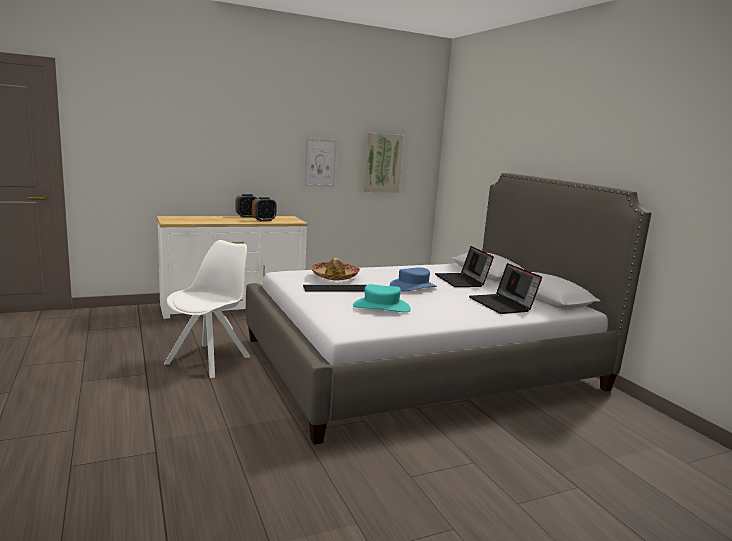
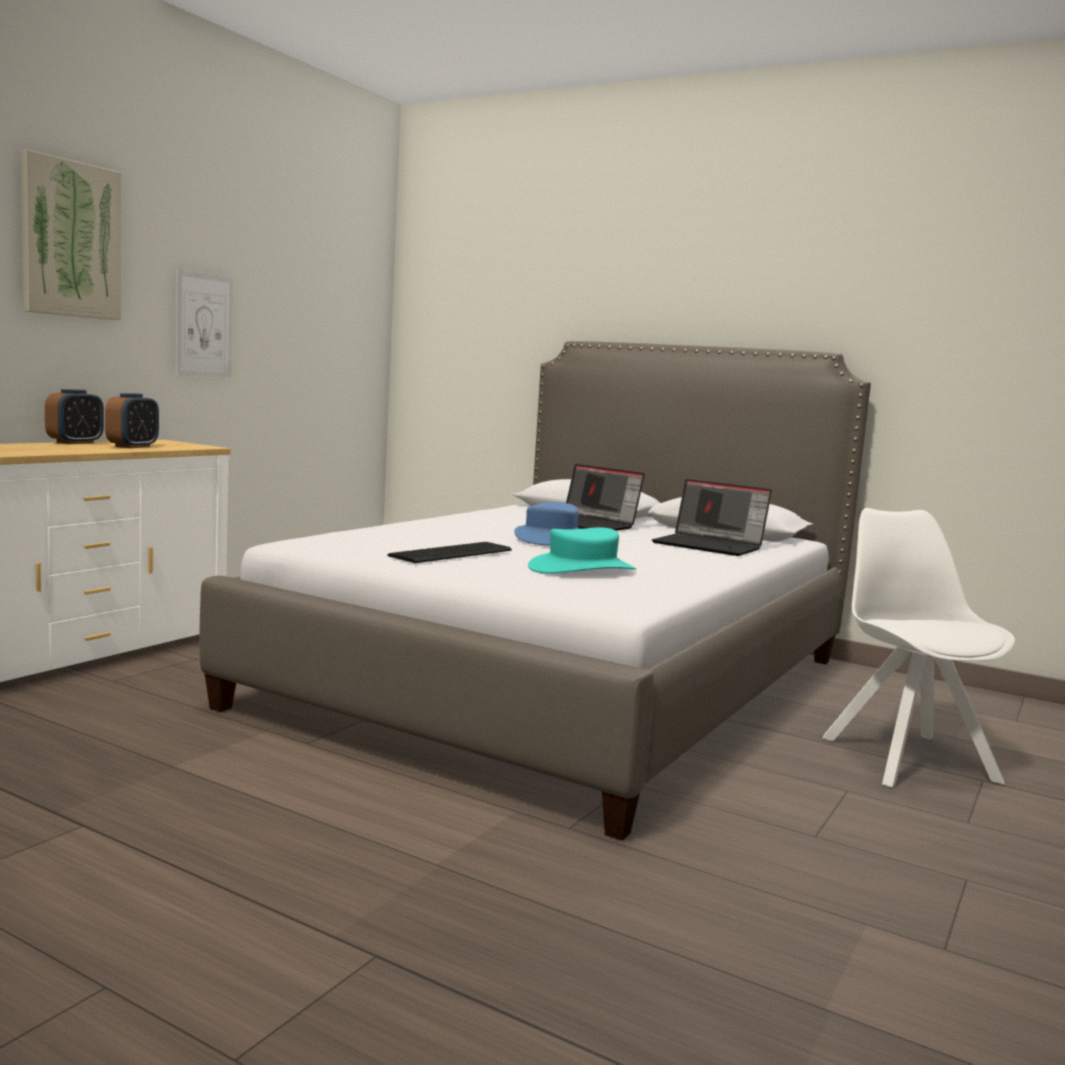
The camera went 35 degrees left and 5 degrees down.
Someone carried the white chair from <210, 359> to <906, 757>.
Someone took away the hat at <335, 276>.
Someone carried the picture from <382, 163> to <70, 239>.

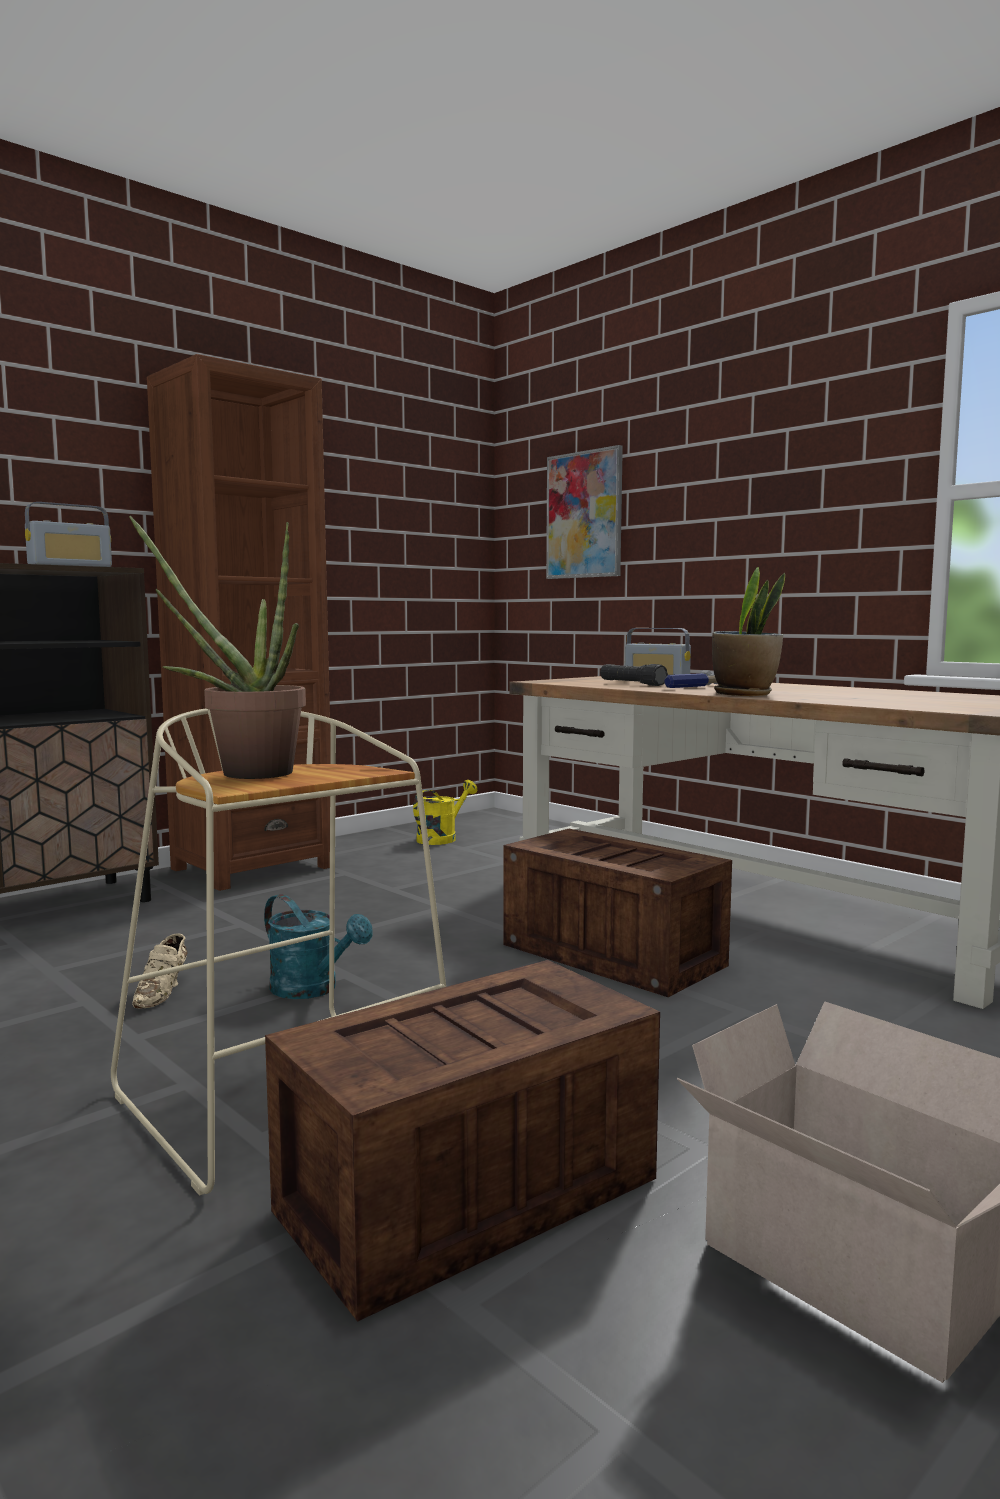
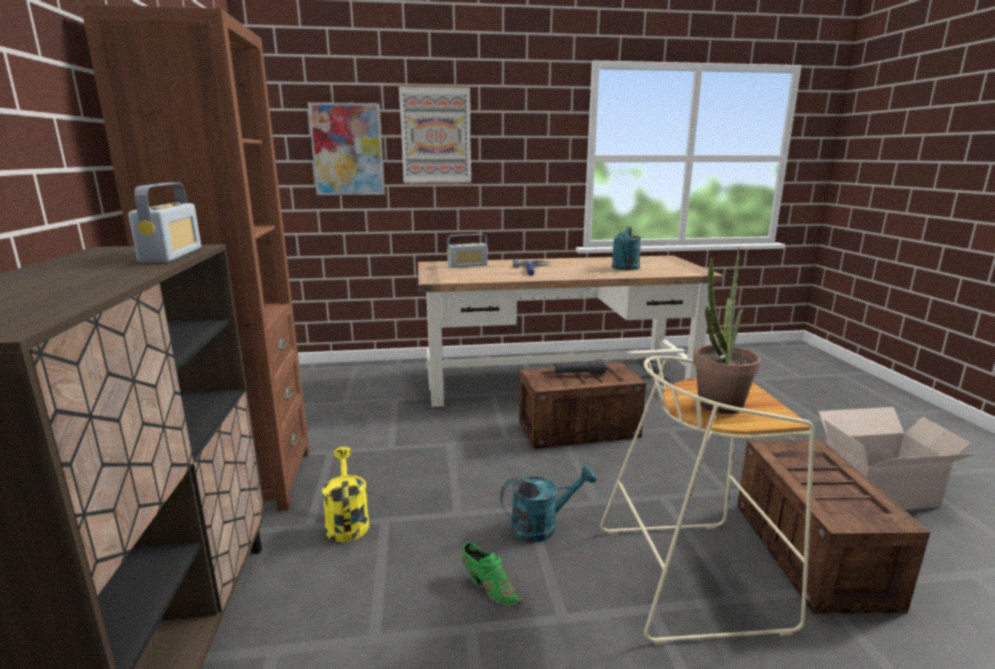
The camera went 55 degrees left and 10 degrees up.
Someone repainted the beige shoe at <162, 992>, which became the green shoe at <489, 587>.
Someone carried the yellow watering can from <441, 838> to <347, 521>.
Someone carried the black flashlight from <632, 684> to <579, 374>.
Someone took away the potted plant at <744, 694>.
Someone put up the picture at <436, 135>.
Someone put down the turquoise watering can at <625, 268>.

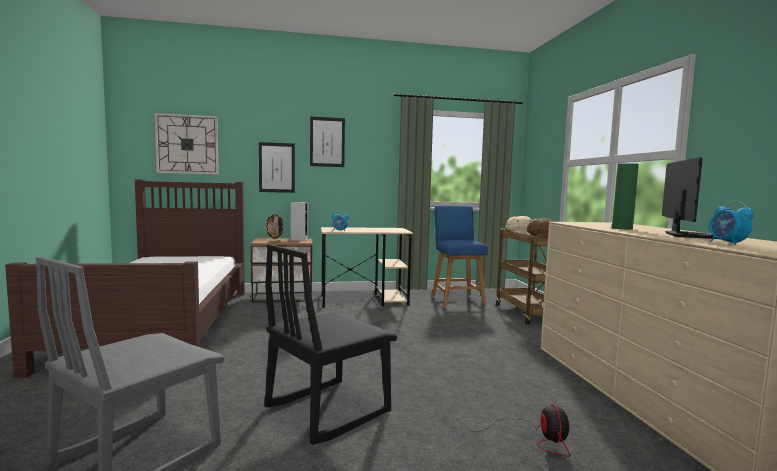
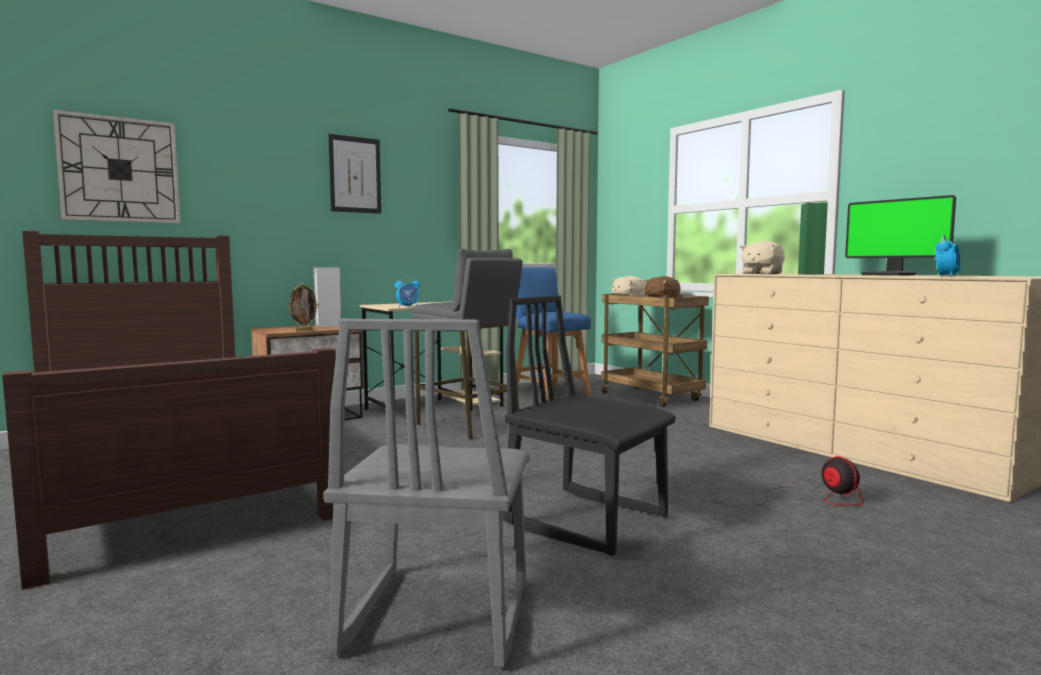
The camera went 25 degrees left and 0 degrees up.
Someone took away the picture at <277, 167>.
Someone rotated the black chair at <327, 409> by 105 degrees clockwise.
Someone rotated the monitor at <687, 236> by 150 degrees clockwise.
Someone rotated the alarm clock at <728, 243> by 105 degrees counterclockwise.
Someone put down the grey stool at <468, 425>.
Someone put down the beige plush toy at <762, 273>.

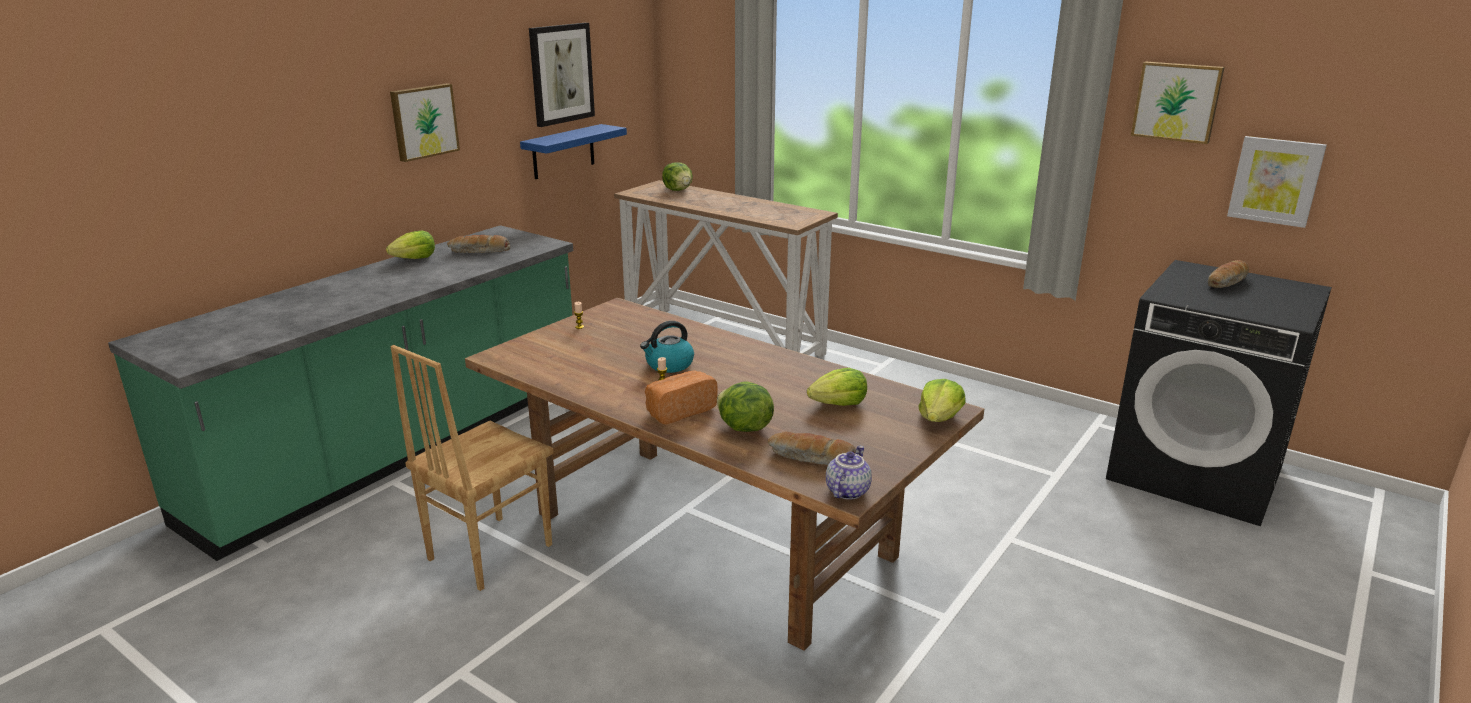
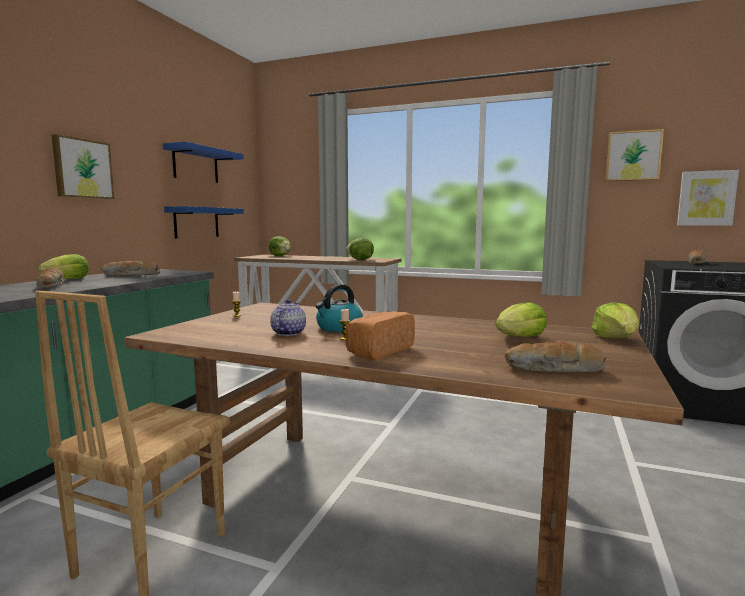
The camera went 15 degrees left and 15 degrees down.
Someone swapped the picture at <561, 74> for the blue shelf at <195, 165>.
Someone carried the lettuce from <743, 428> to <360, 260>.
Someone carried the teapot from <846, 491> to <288, 333>.
Someone put down the bread at <52, 286>.

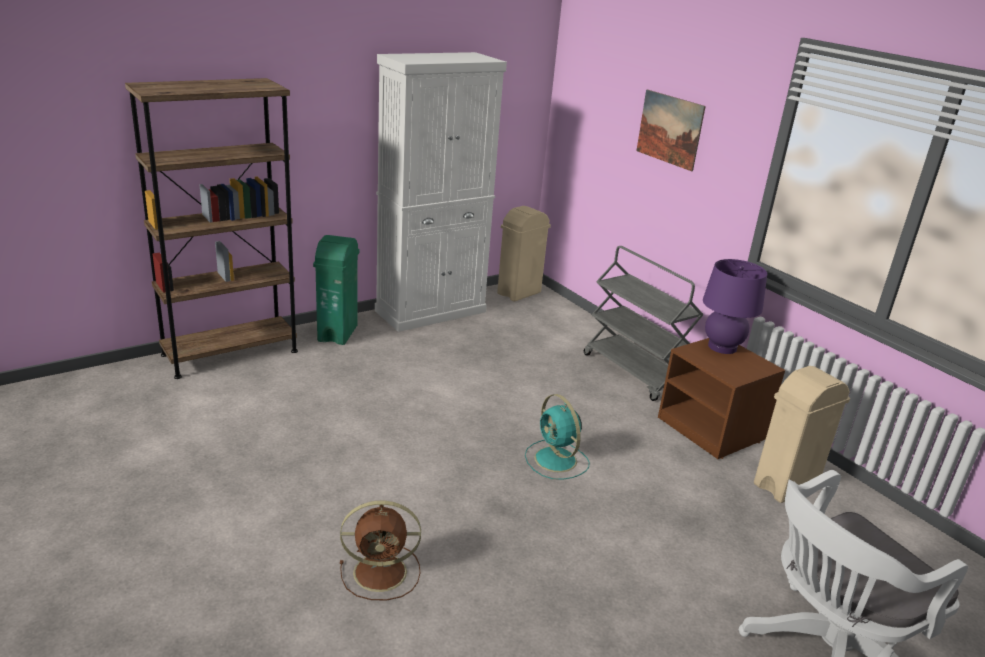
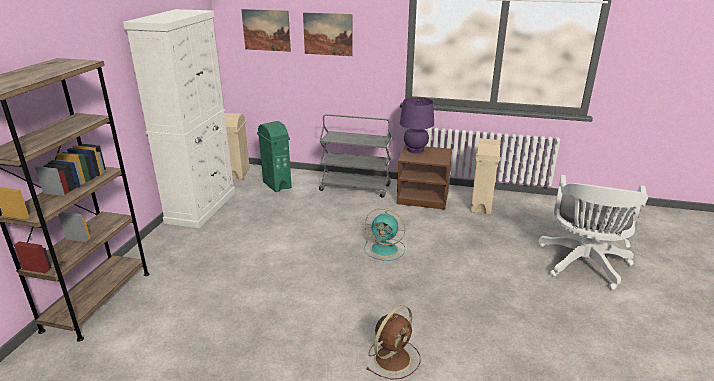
The camera went 40 degrees left and 0 degrees up.
Someone carried the green trash can from <338, 333> to <277, 185>.
Someone put up the picture at <266, 30>.

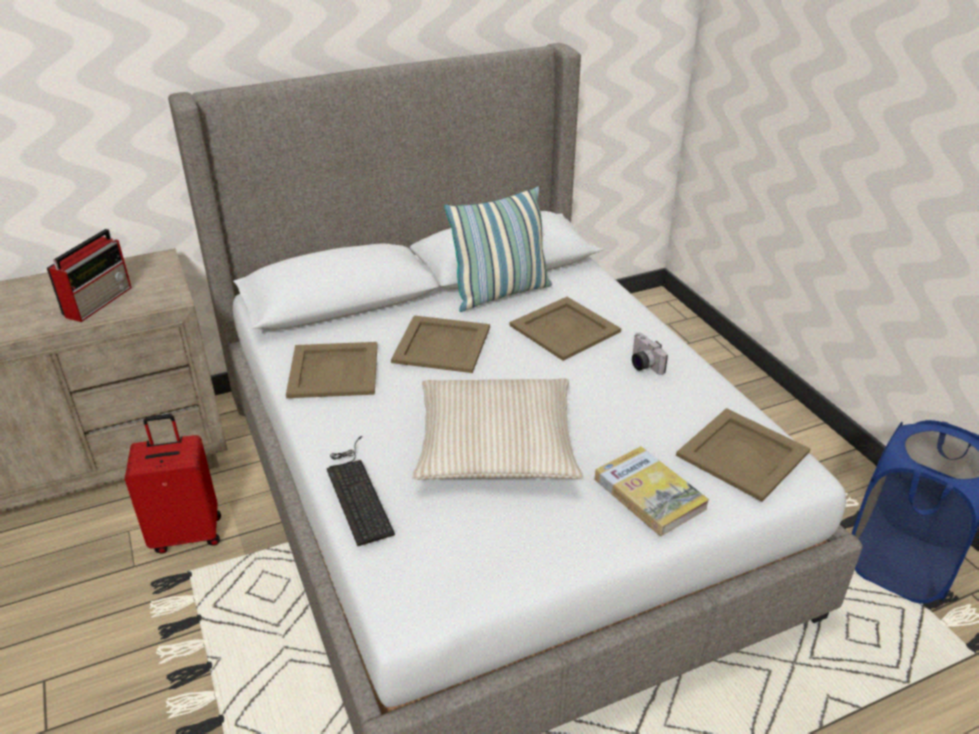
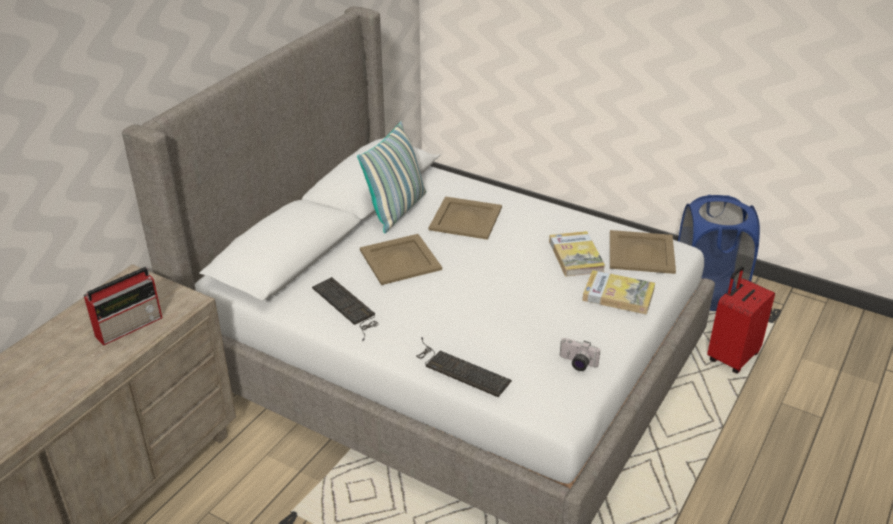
The camera went 35 degrees left and 0 degrees up.
Someone rotated the radio at <99, 301> by 60 degrees clockwise.
Someone carried the red suitcase from <187, 533> to <731, 357>.
Someone swapped the beige tray at <332, 371> for the keyboard at <347, 307>.
Someone took away the beige pillow at <496, 445>.
Someone carried the photo camera from <642, 364> to <576, 363>.
Someone put down the book at <576, 256>.

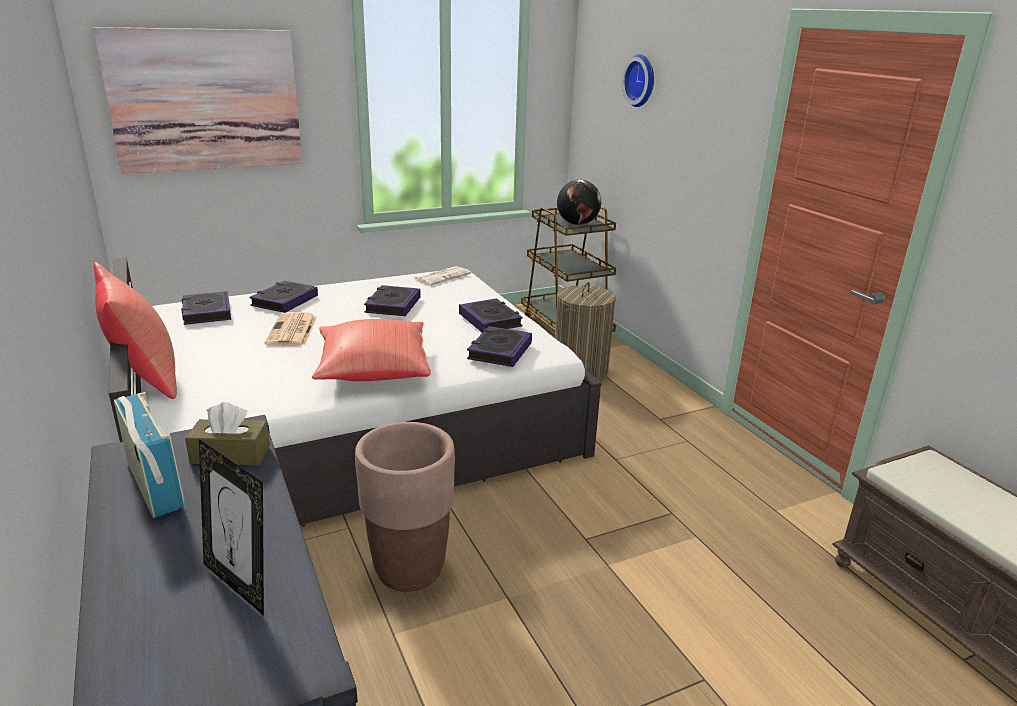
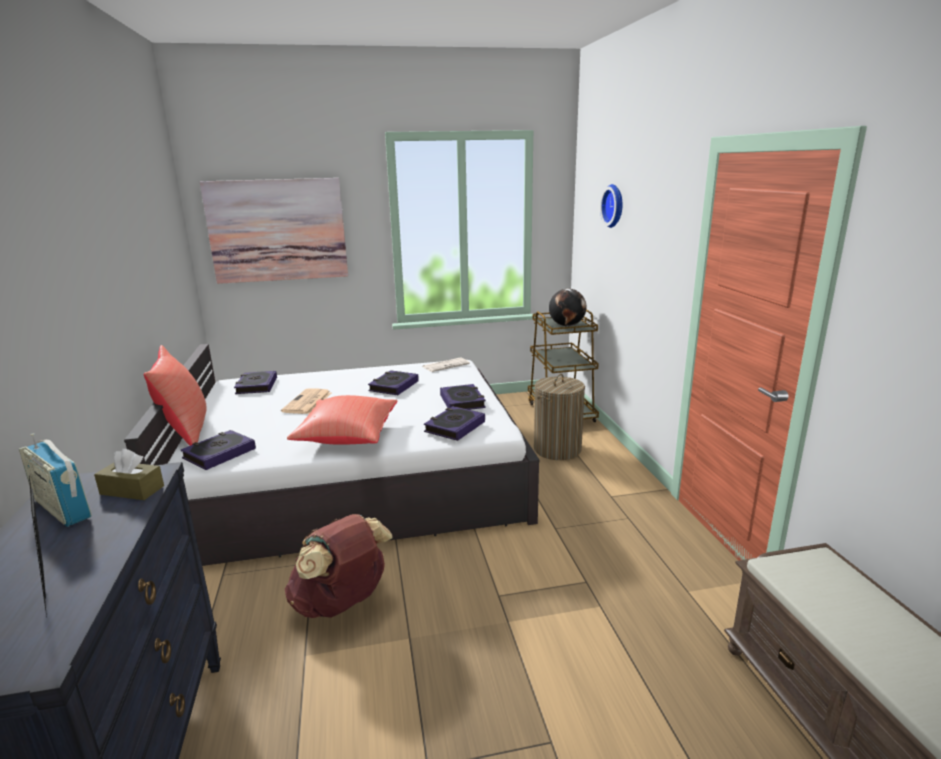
The camera went 15 degrees right and 5 degrees down.
Someone rotated the radio at <154, 486> by 150 degrees clockwise.
Someone carried the book from <284, 301> to <219, 454>.
Someone swapped the brown planter at <409, 570> for the brown backpack at <342, 603>.

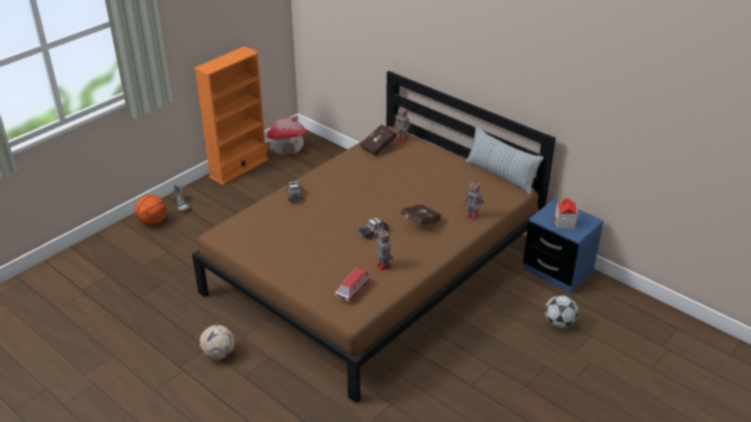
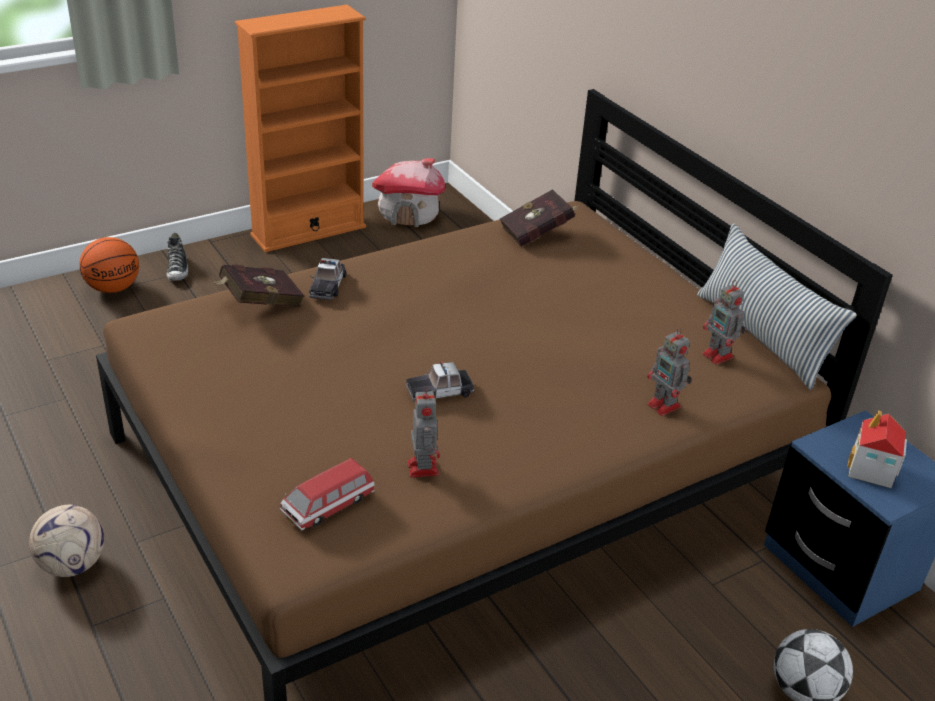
The camera went 15 degrees right and 0 degrees up.
Someone carried the toy robot from <402, 138> to <719, 356>.
Someone carried the red book from <419, 223> to <259, 303>.

